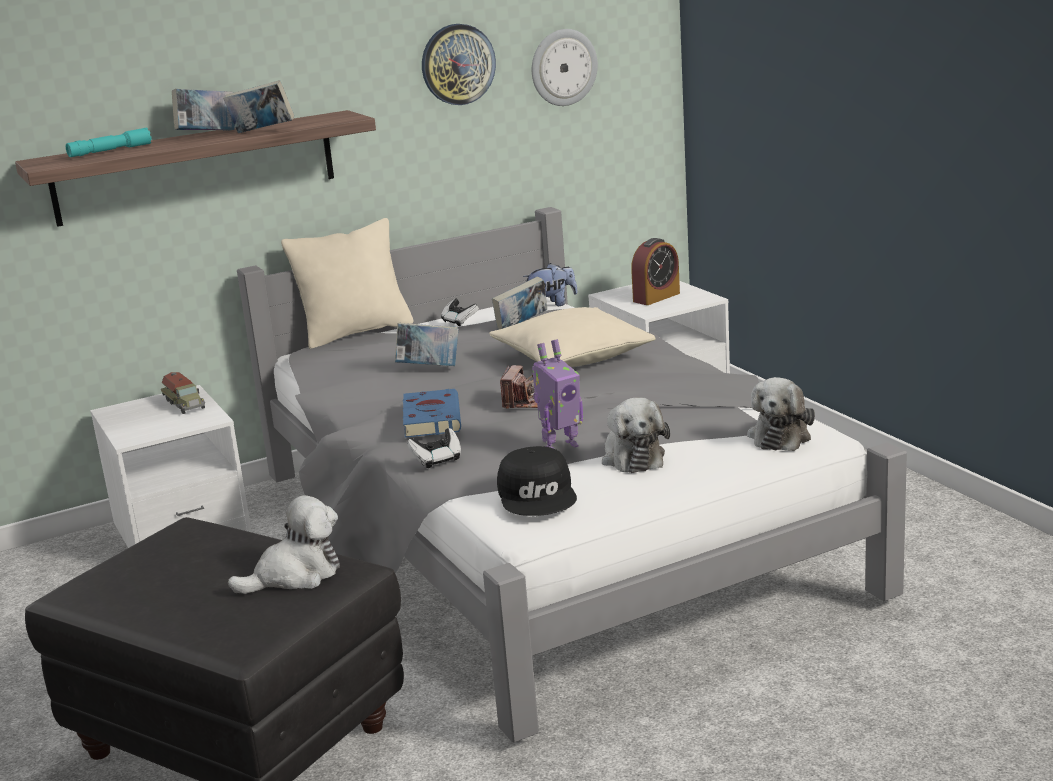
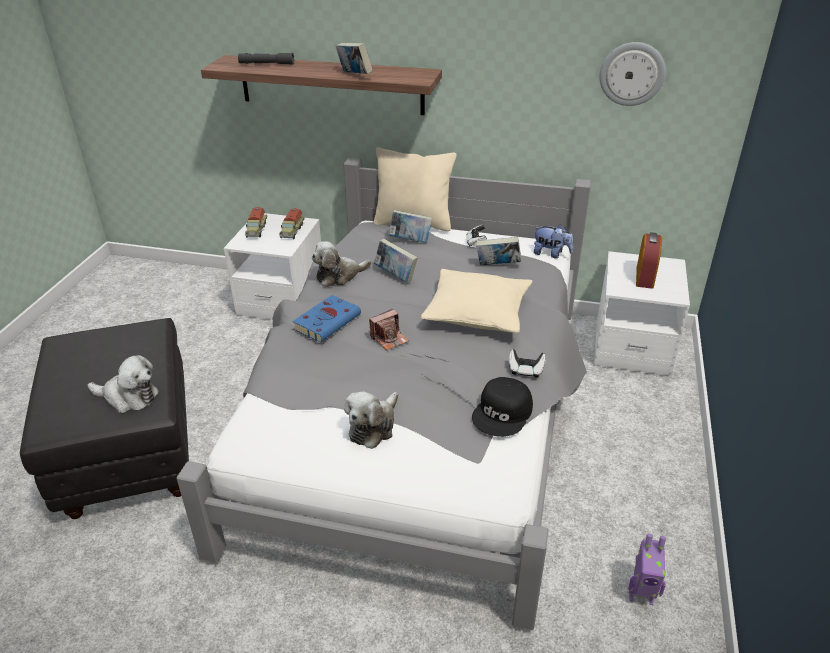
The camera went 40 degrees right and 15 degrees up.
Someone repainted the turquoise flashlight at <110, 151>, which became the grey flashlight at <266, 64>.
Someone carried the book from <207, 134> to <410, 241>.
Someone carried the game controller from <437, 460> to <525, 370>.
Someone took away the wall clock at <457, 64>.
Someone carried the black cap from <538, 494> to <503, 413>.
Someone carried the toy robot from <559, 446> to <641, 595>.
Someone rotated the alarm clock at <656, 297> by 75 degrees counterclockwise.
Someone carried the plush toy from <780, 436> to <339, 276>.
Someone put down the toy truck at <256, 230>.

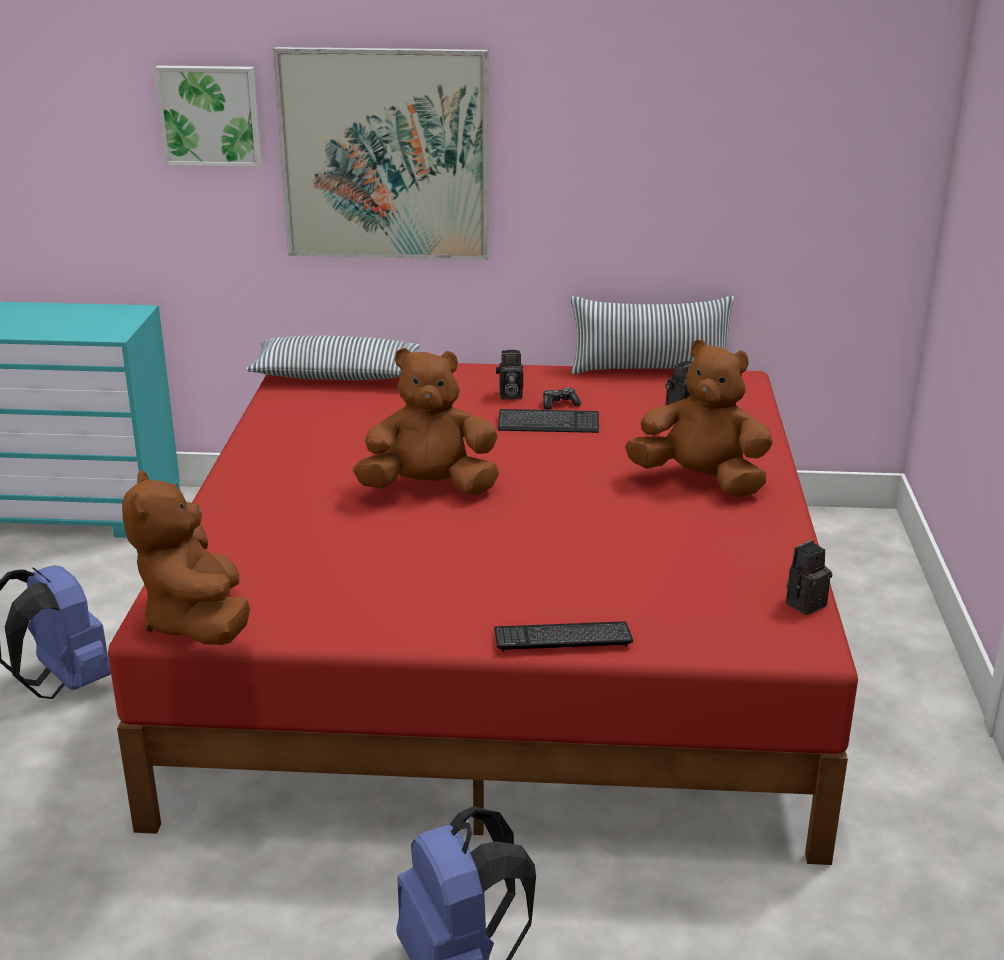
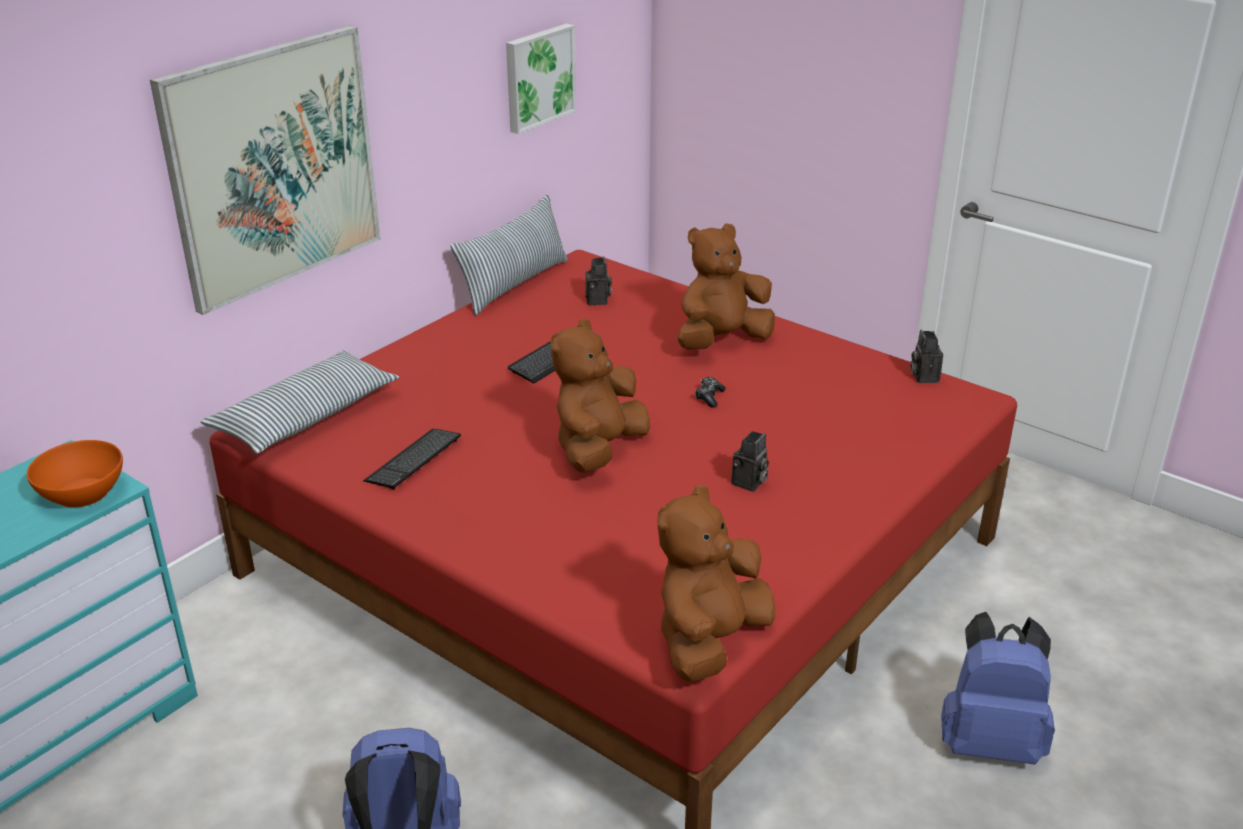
The camera went 55 degrees left and 5 degrees up.
Someone rotated the brown plush toy at <197, 623> by 105 degrees clockwise.
Someone carried the picture from <210, 115> to <538, 77>.
Someone carried the keyboard from <562, 638> to <414, 460>.
Someone carried the photo camera from <509, 395> to <749, 483>.
Someone carried the game controller from <559, 404> to <709, 397>.
Someone put down the orange bowl at <82, 493>.

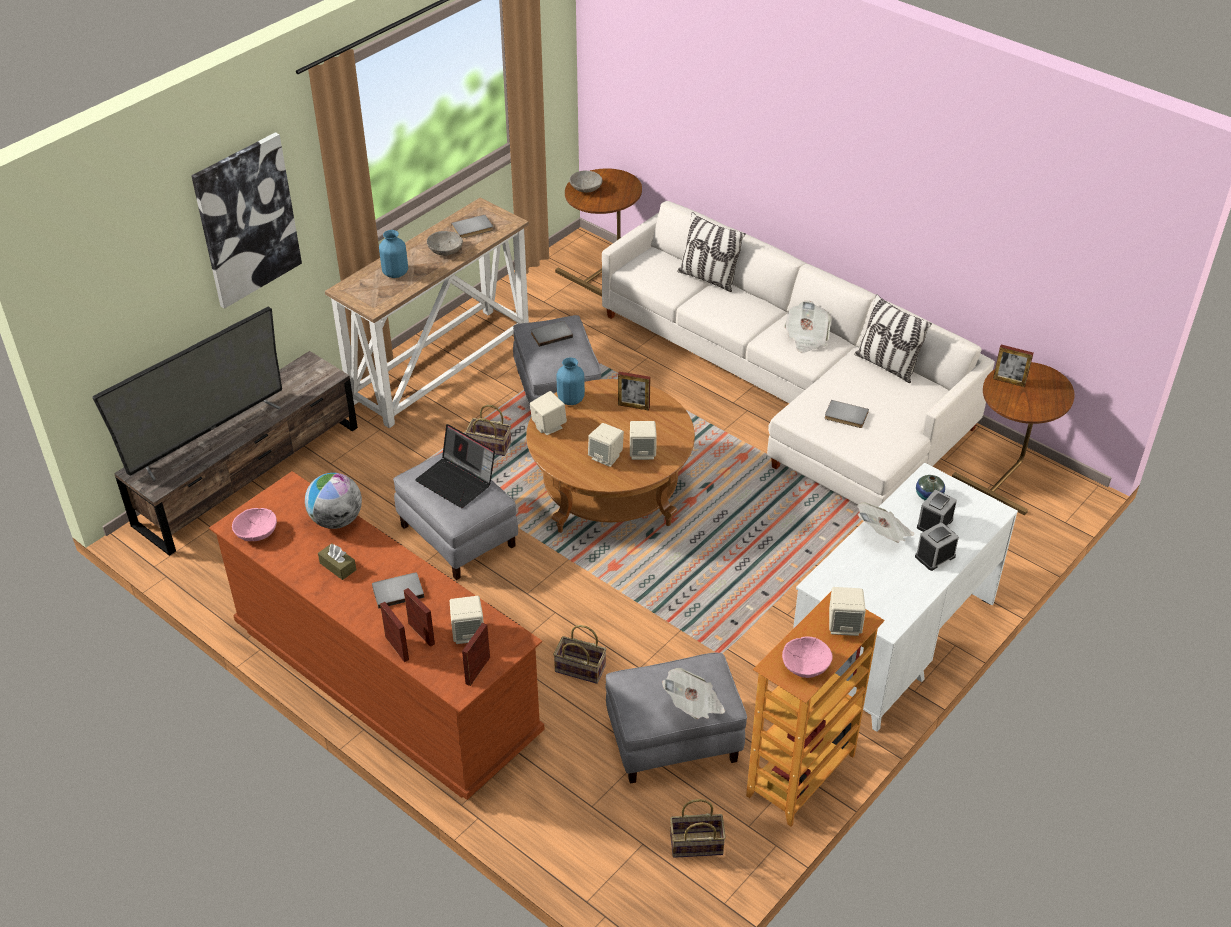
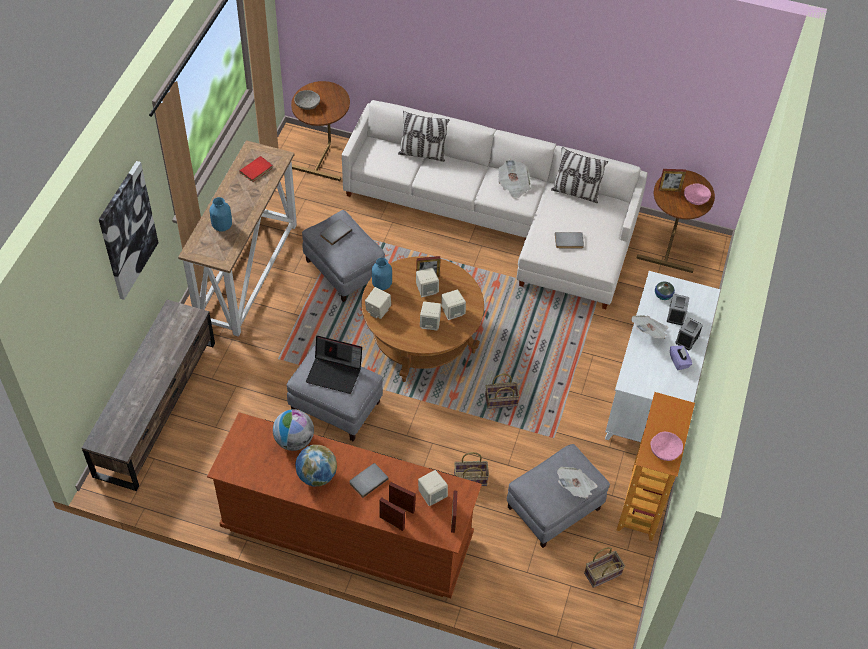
The camera went 25 degrees left and 10 degrees up.
Someone took away the television at <207, 435>.
Someone carried the pink bowl from <257, 532> to <696, 199>.
Someone swapped the brown tissue box at <338, 566> for the globe at <316, 476>.
Someone took away the grey bowl at <445, 250>.
Someone repainted the grey book at <473, 229>, which became the red book at <257, 170>.
Someone carried the basket from <488, 446> to <500, 401>.
Someone carried the beige speaker from <844, 625> to <426, 290>.
Someone put down the purple tissue box at <679, 361>.

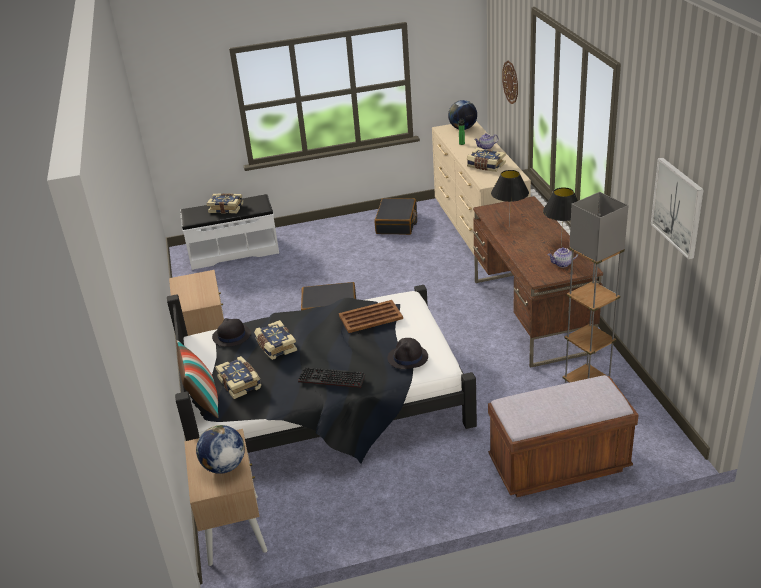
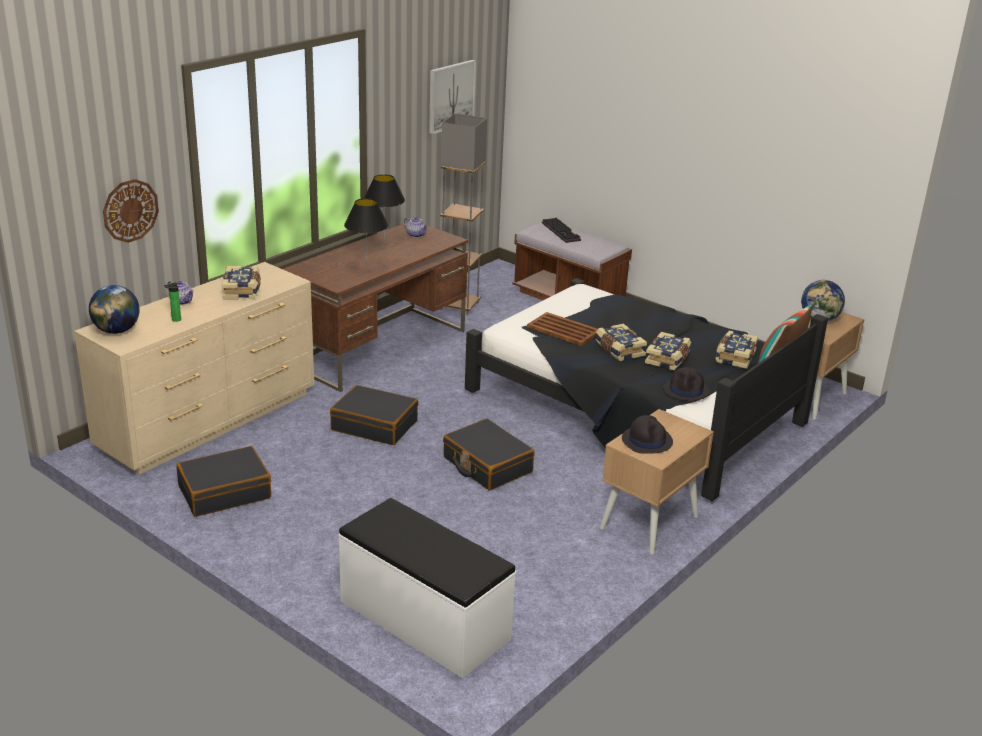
The camera went 130 degrees left and 5 degrees down.
Someone carried the book from <226, 208> to <619, 350>.
Someone carried the keyboard from <330, 380> to <562, 232>.
Someone carried the black hat from <408, 358> to <647, 440>.
Someone put down the black suitcase at <375, 425>.

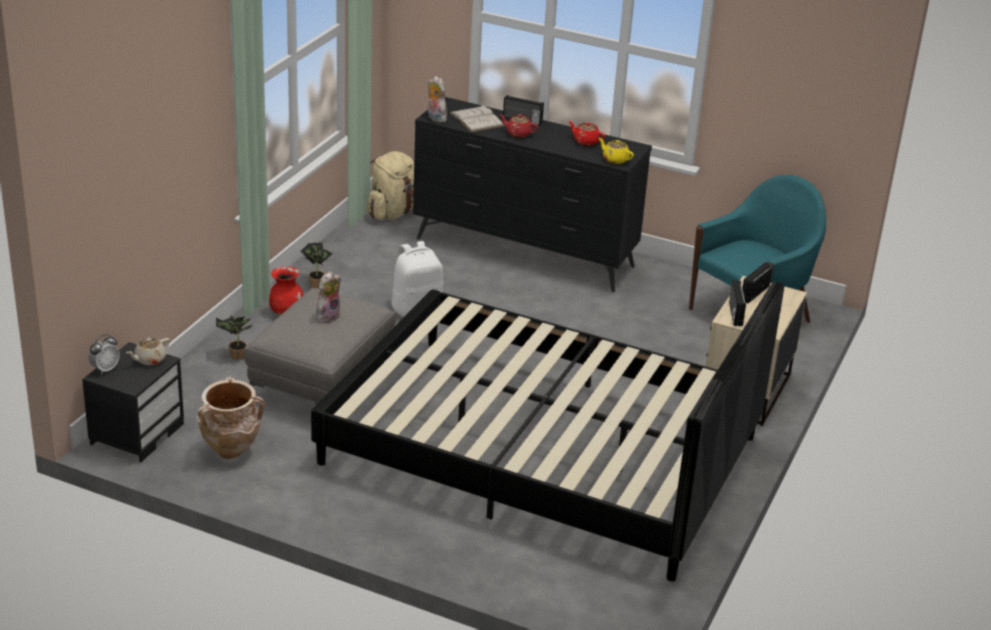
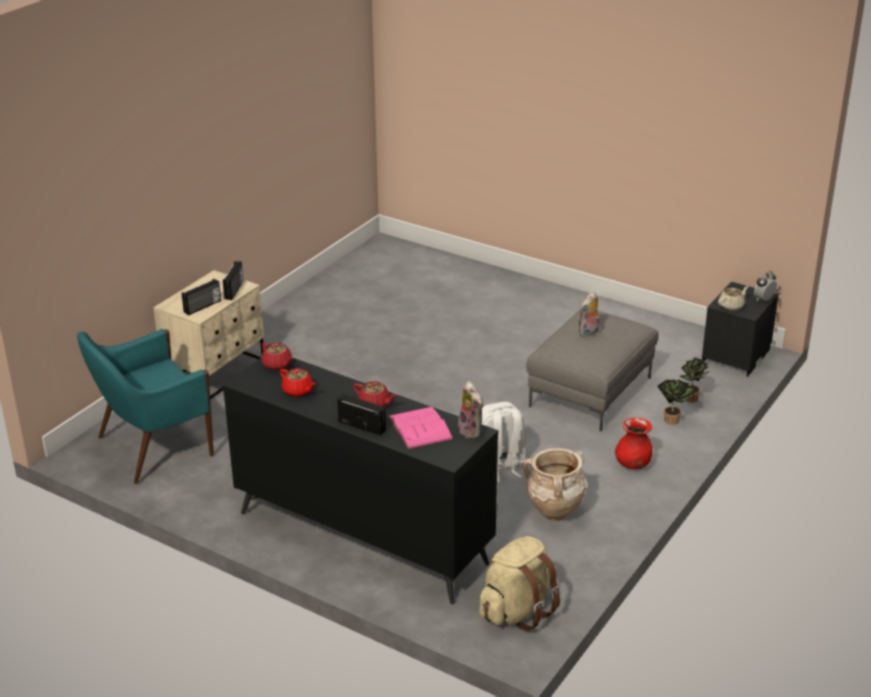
The camera went 170 degrees left and 0 degrees up.
Someone carried the beige vase from <231, 451> to <554, 515>.
Someone carried the potted plant from <316, 283> to <691, 399>.
Someone took away the black bed at <540, 451>.
Someone repainted the white book at <476, 119>, which became the pink book at <420, 428>.
Someone repainted the yellow teapot at <615, 159>, which became the red teapot at <277, 365>.

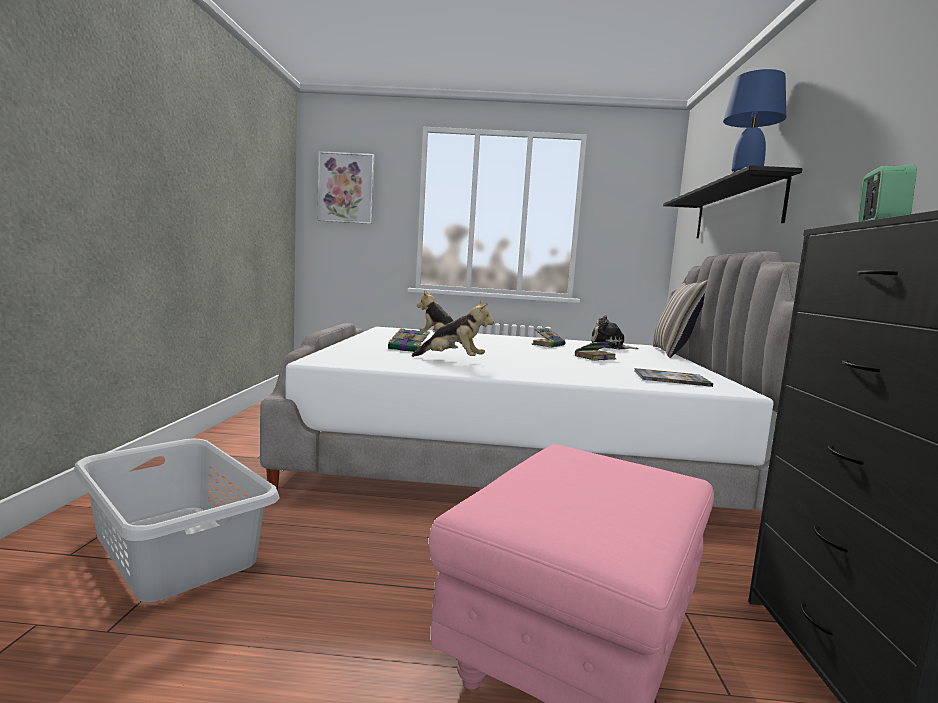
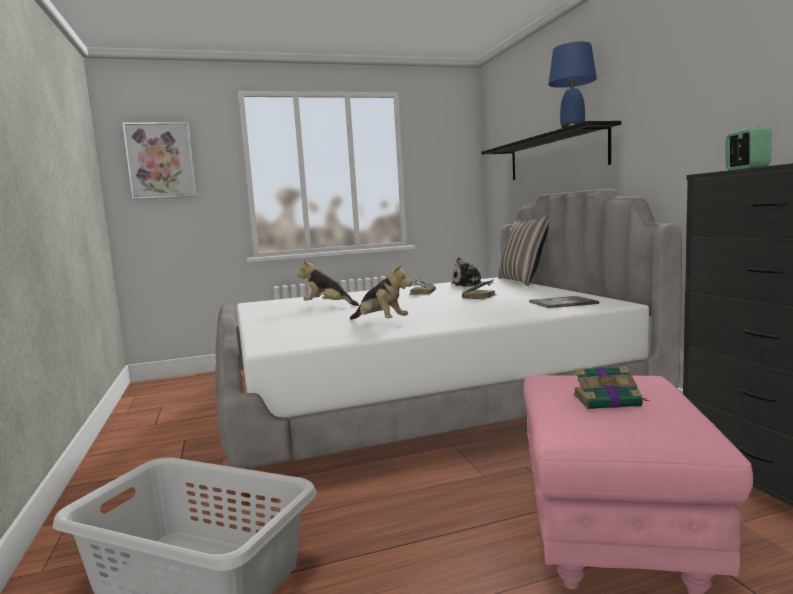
The camera went 20 degrees left and 0 degrees up.
Someone carried the book from <410, 349> to <608, 401>.
Someone rotated the plush toy at <452, 360> by 45 degrees clockwise.

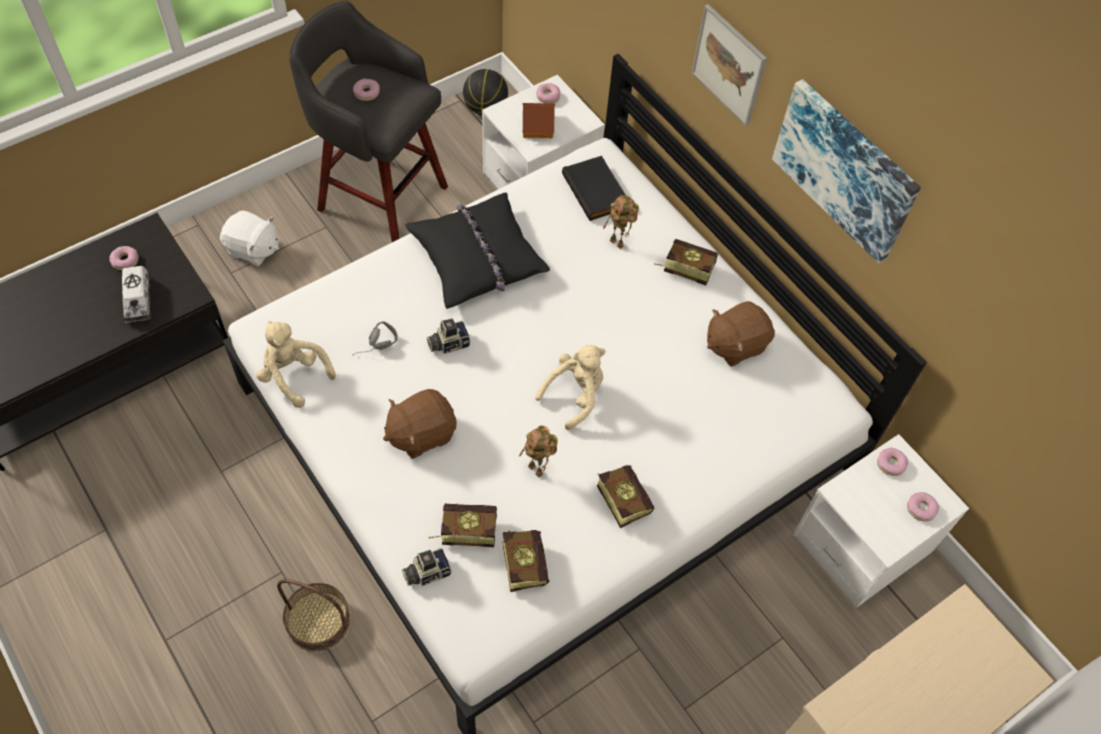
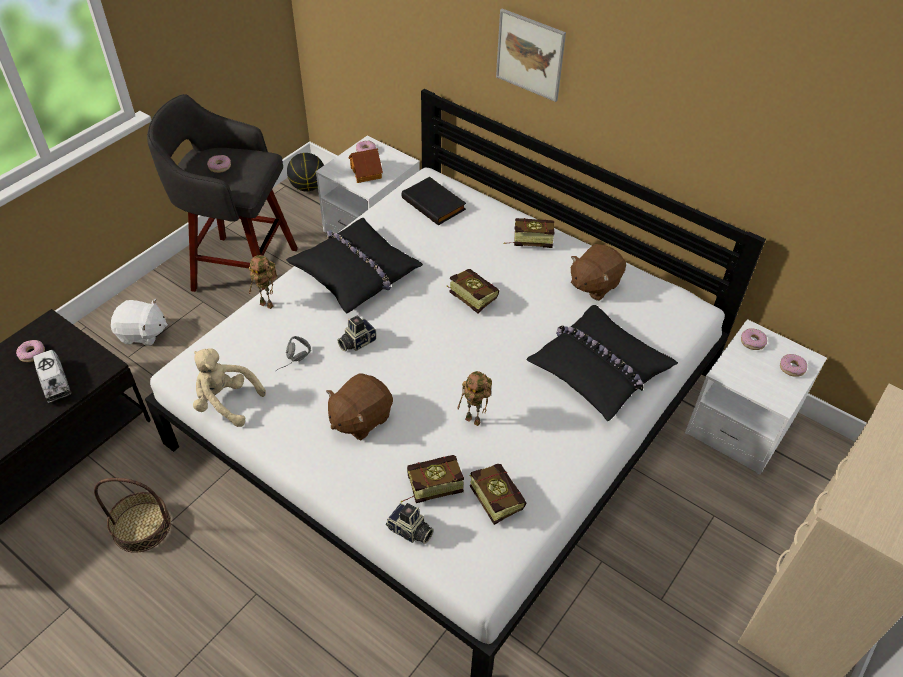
The camera went 15 degrees left and 10 degrees down.
Someone carried the basket from <318, 620> to <141, 527>.
Someone rotated the photo camera at <426, 572> by 105 degrees counterclockwise.
Someone took away the beige plush toy at <575, 395>.
Someone carried the book from <620, 497> to <469, 296>.
Someone carried the toy robot from <618, 243> to <268, 304>.
Someone took away the picture at <845, 169>.
Someone put down the black pillow at <598, 369>.

